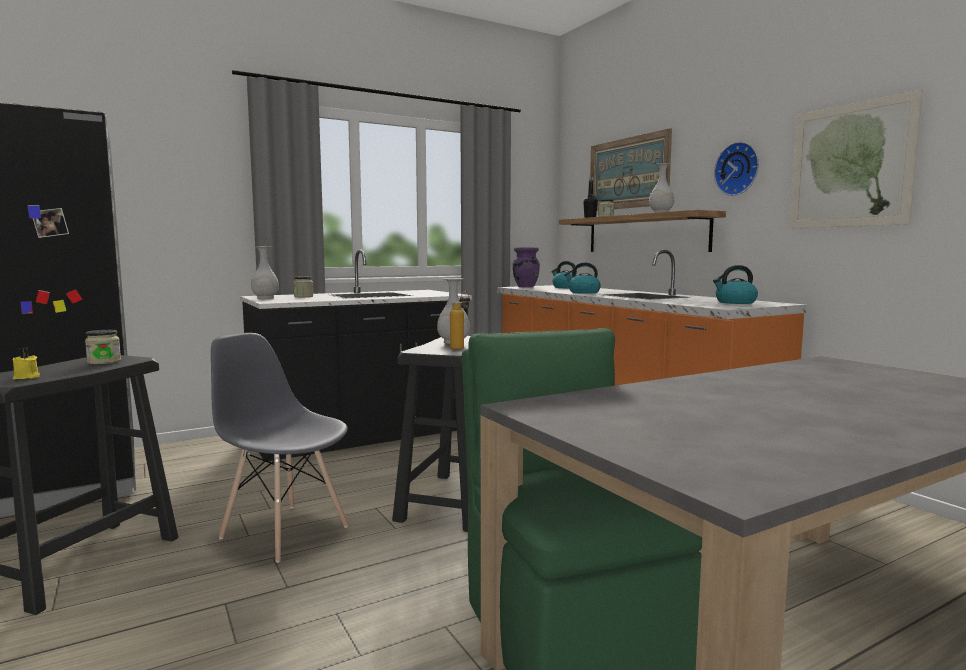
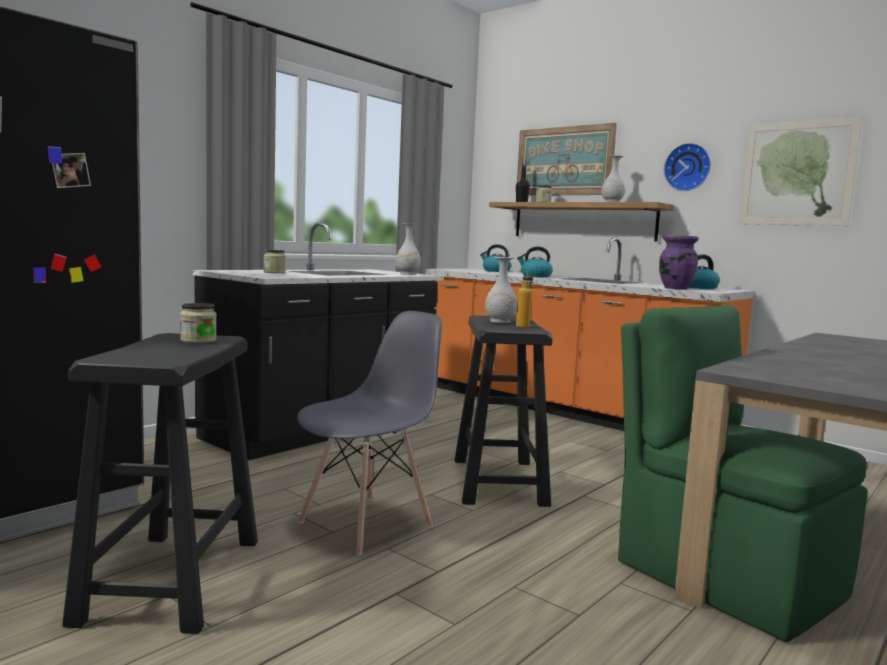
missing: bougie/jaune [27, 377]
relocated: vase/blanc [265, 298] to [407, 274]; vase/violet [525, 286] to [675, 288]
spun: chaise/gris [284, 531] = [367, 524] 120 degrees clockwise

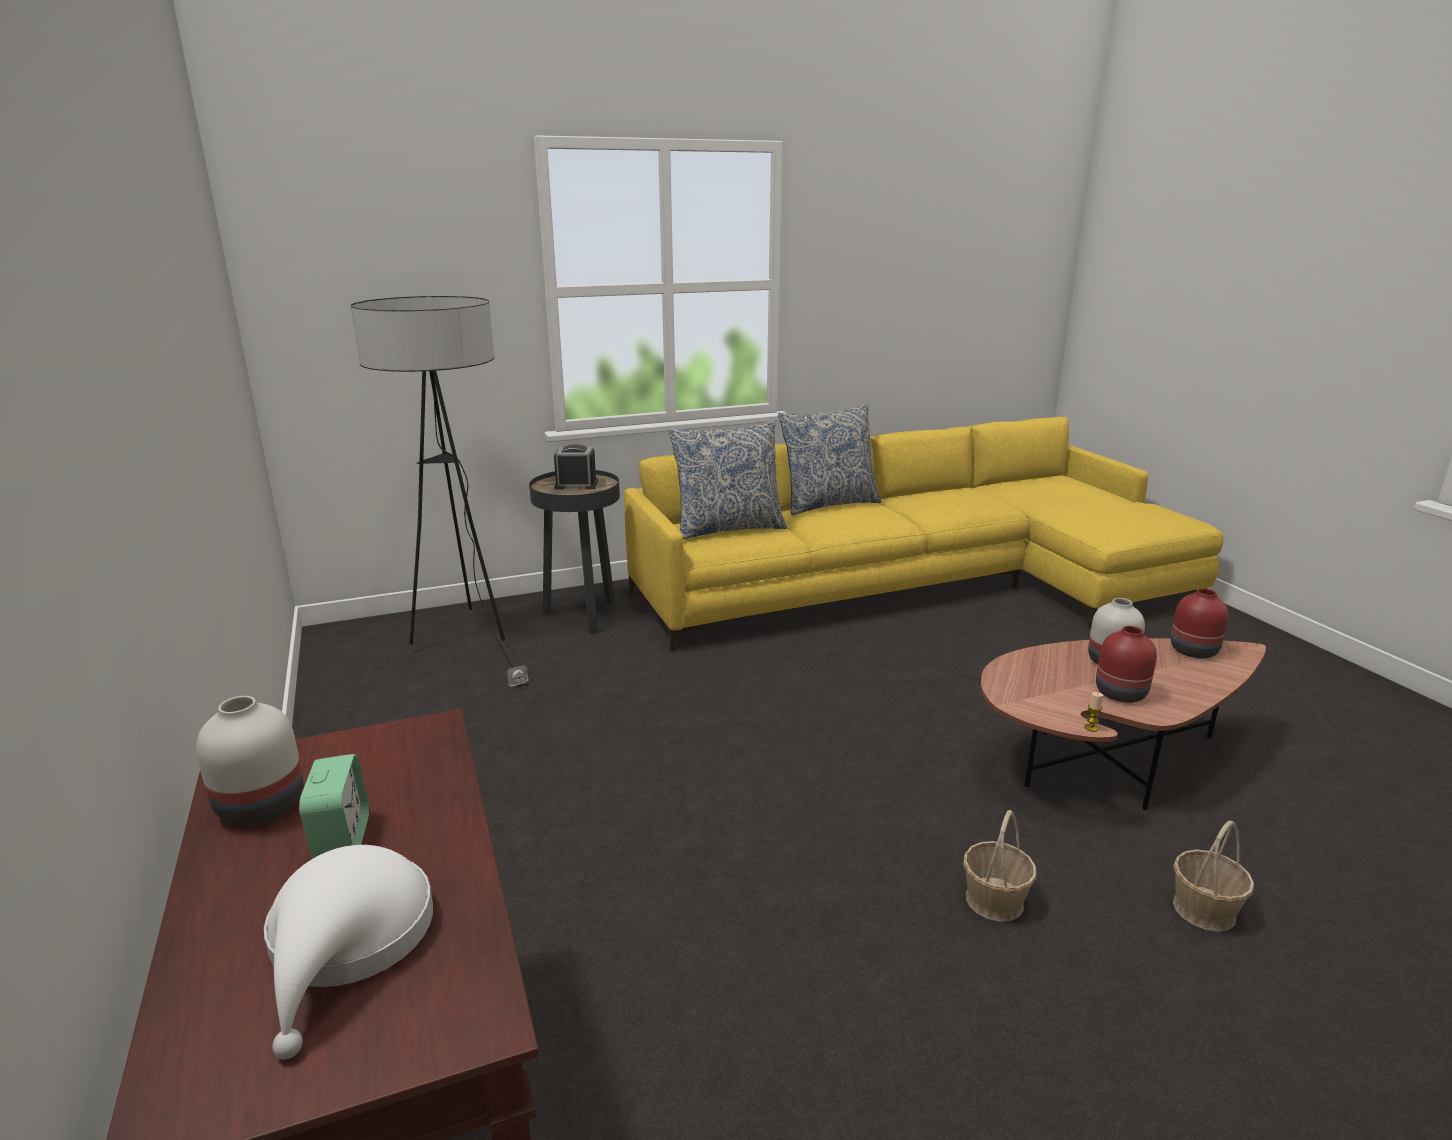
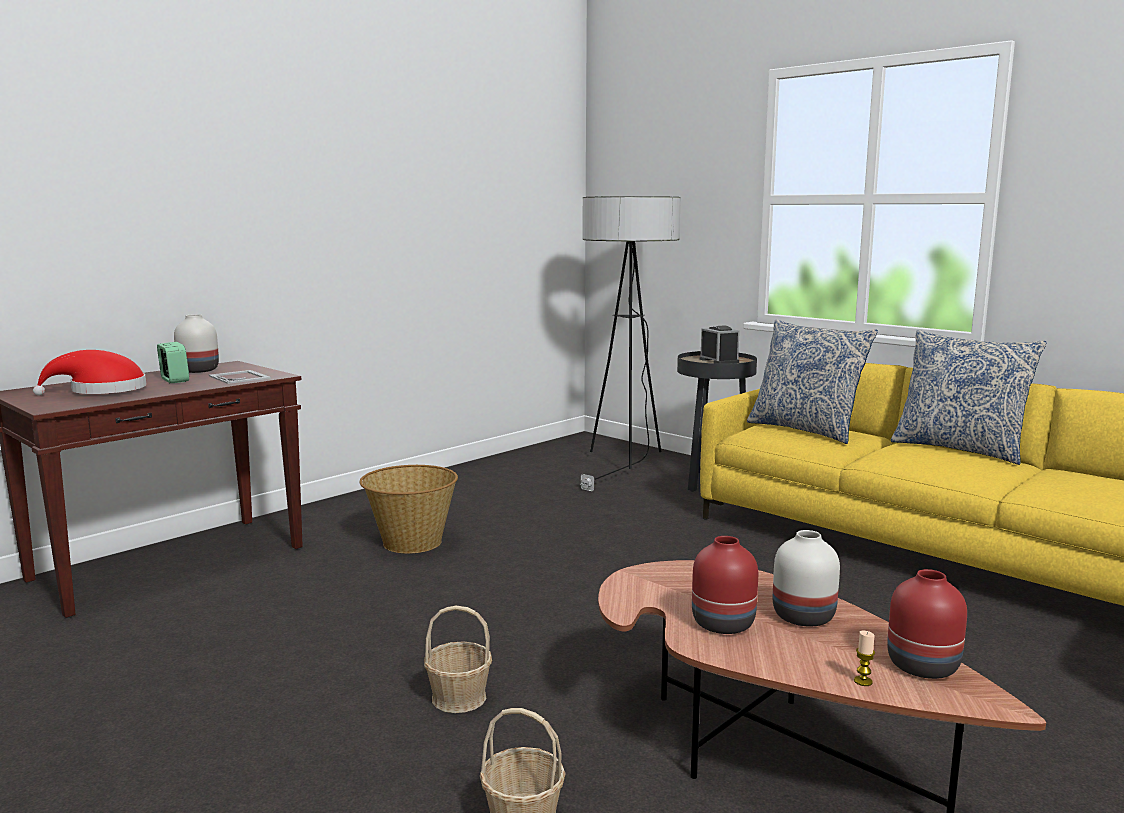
appeared: cadre photo [239, 377]; panier [411, 543]
relocated: bougie [1091, 728] to [863, 681]
colour: chapeau/blanc [348, 942] to chapeau/rouge [102, 391]
spun: réveil [342, 839] = [174, 380] 90 degrees counterclockwise

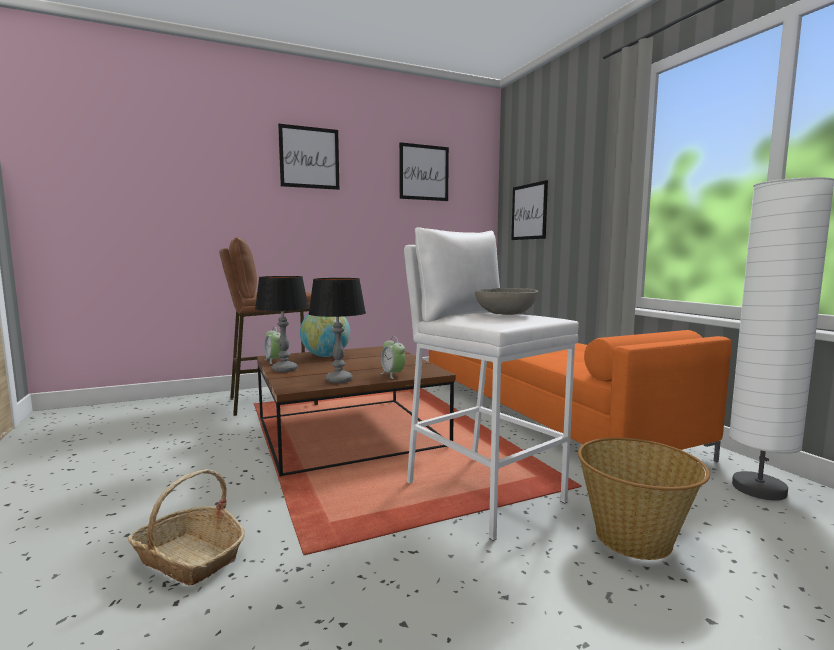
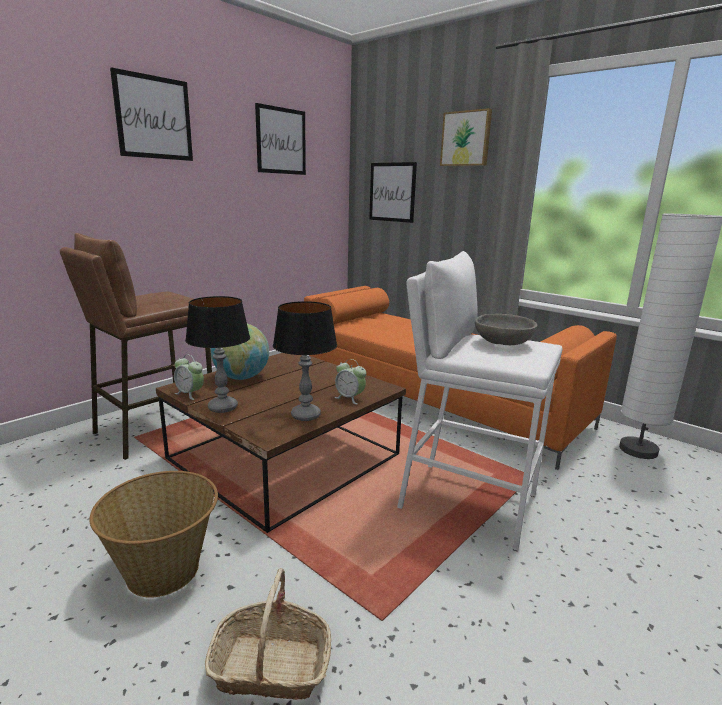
appeared: tableau [466, 139]
relocated: panier [635, 538] to [164, 570]

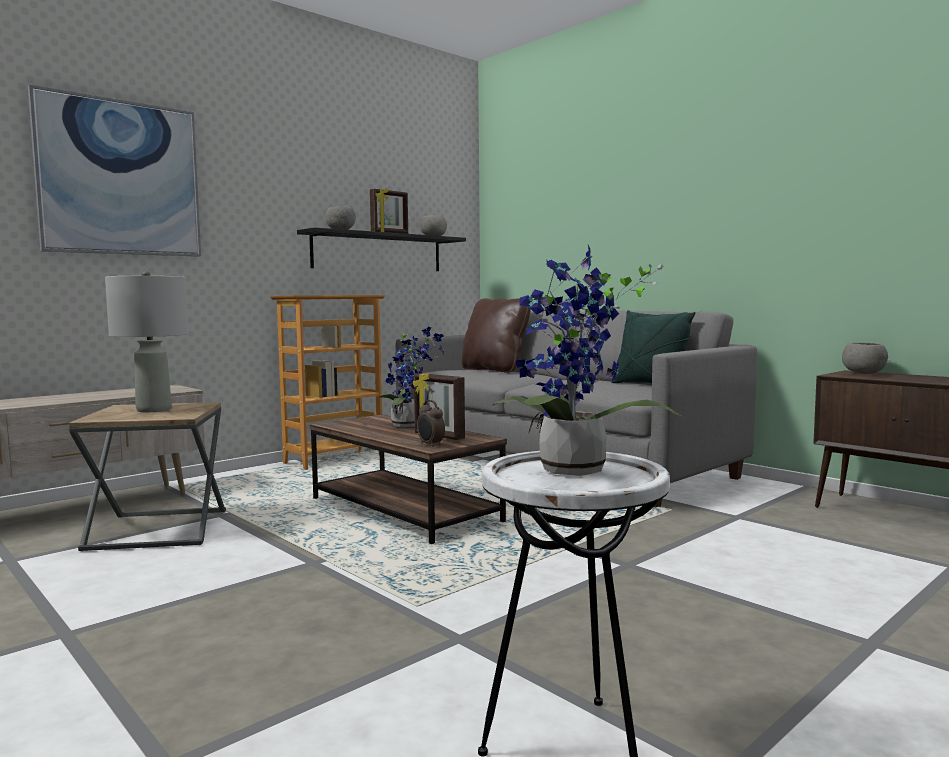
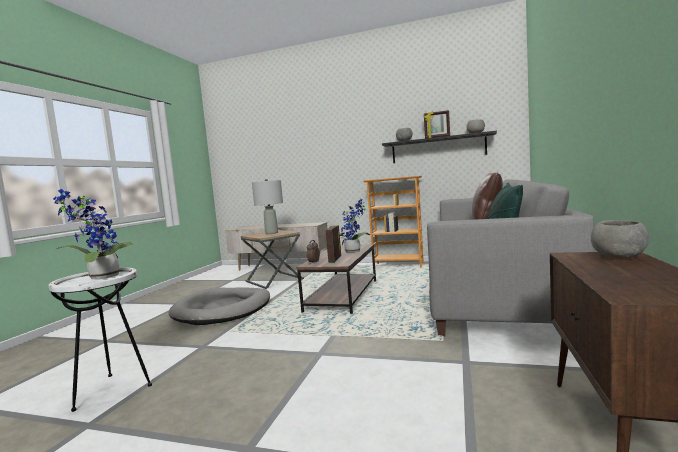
missing: tableau [120, 178]
appeared: panier pour chien/gris [223, 309]

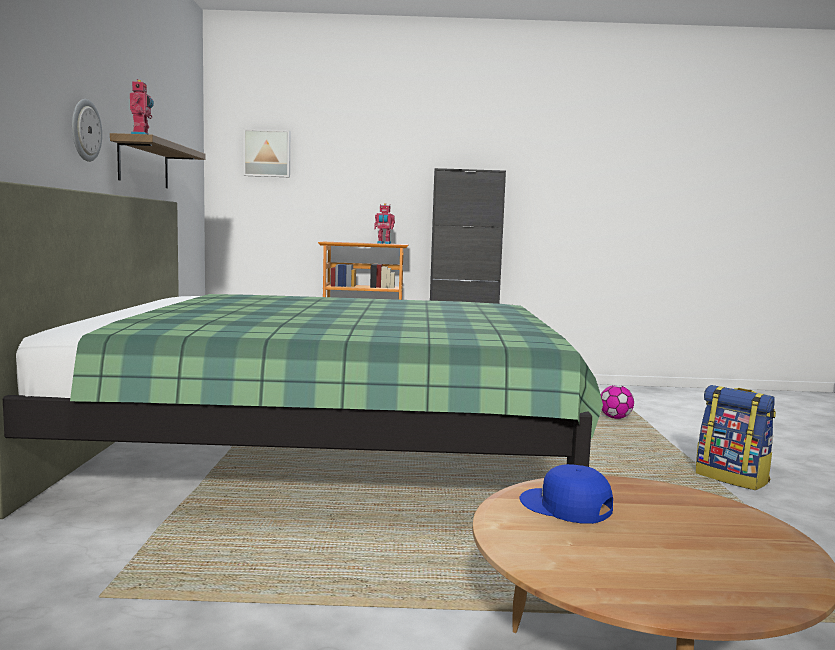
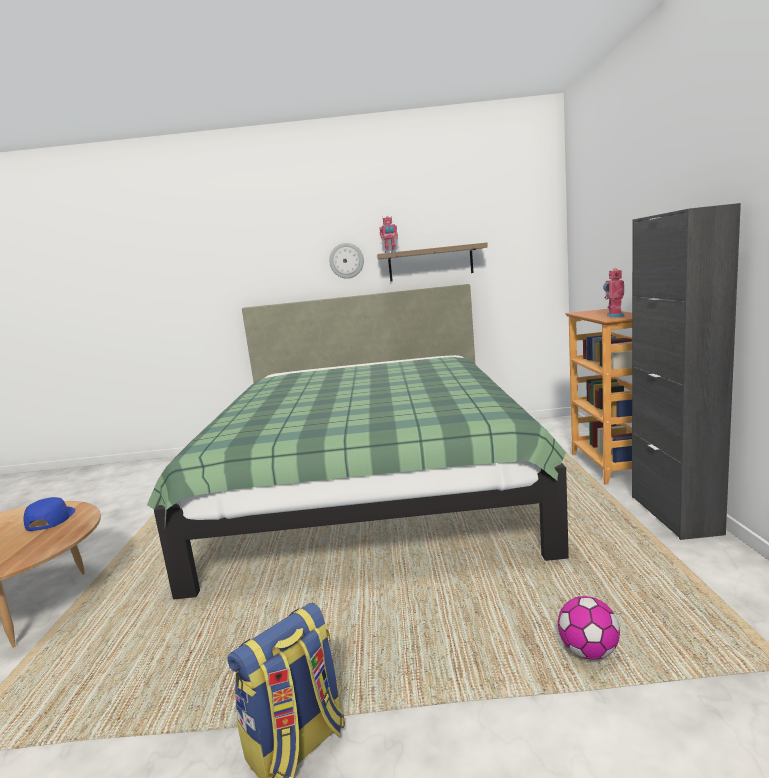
missing: tableau [267, 153]
spun: casquette/bleu [565, 506] = [50, 519] 45 degrees counterclockwise

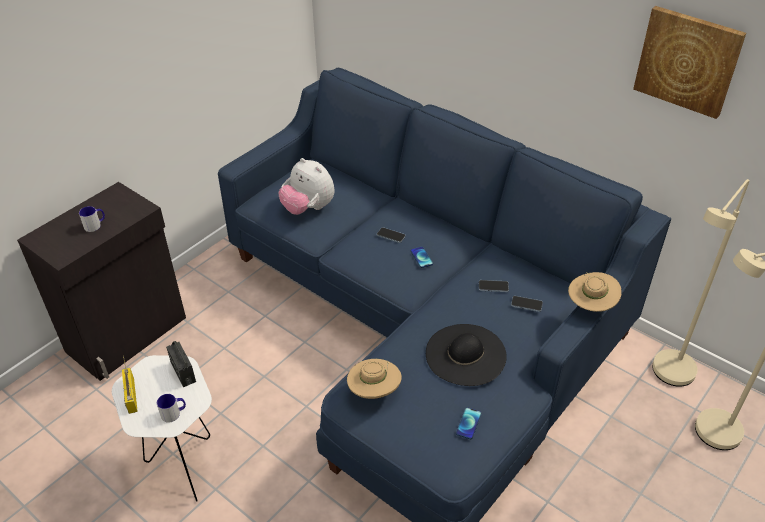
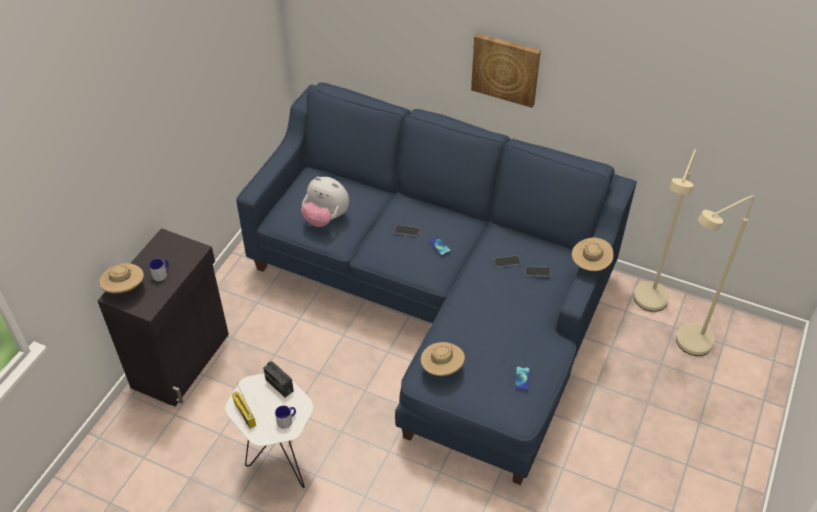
missing: chapeau/noir [465, 354]
appeared: chapeau/beige [125, 289]
relocated: tableau [688, 61] to [505, 69]

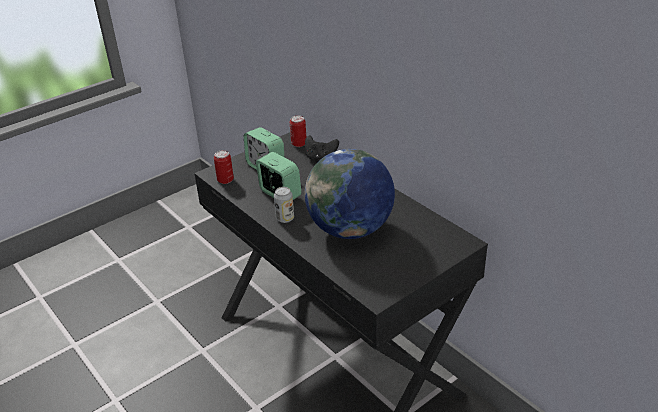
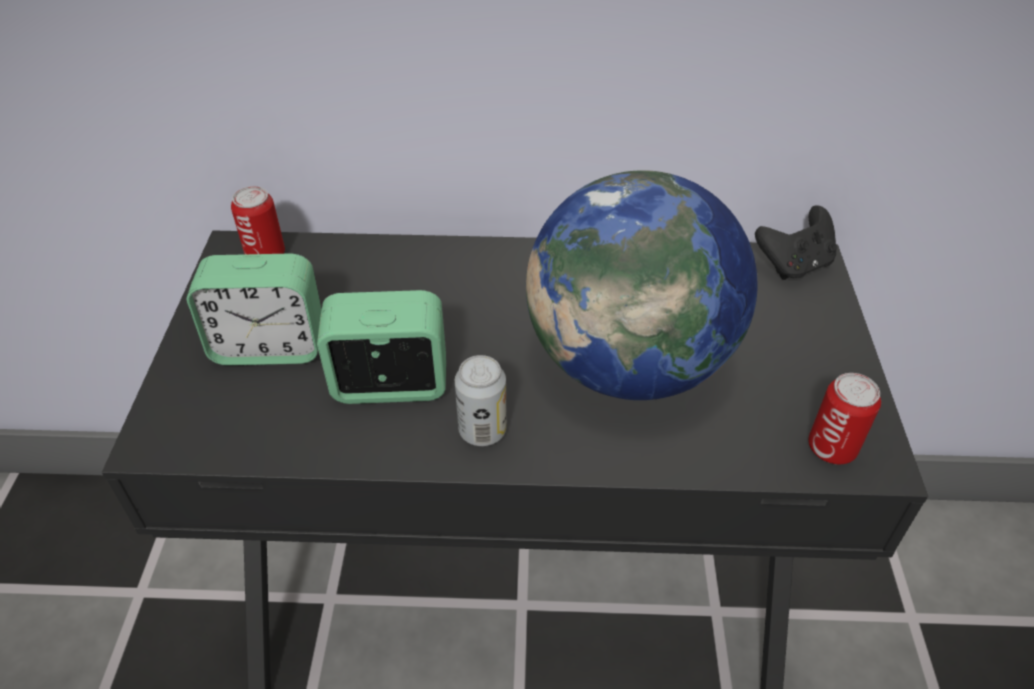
relocated: boîte métallique [225, 180] to [831, 448]; manette/noir [321, 157] to [794, 265]

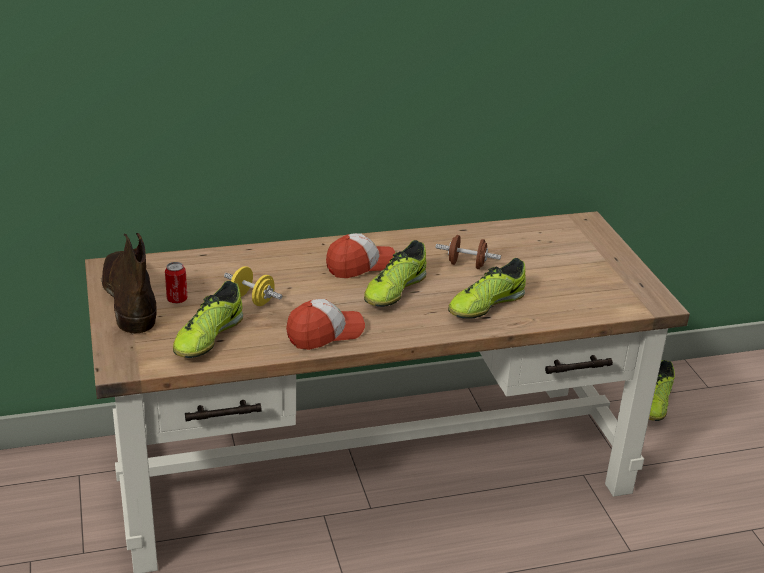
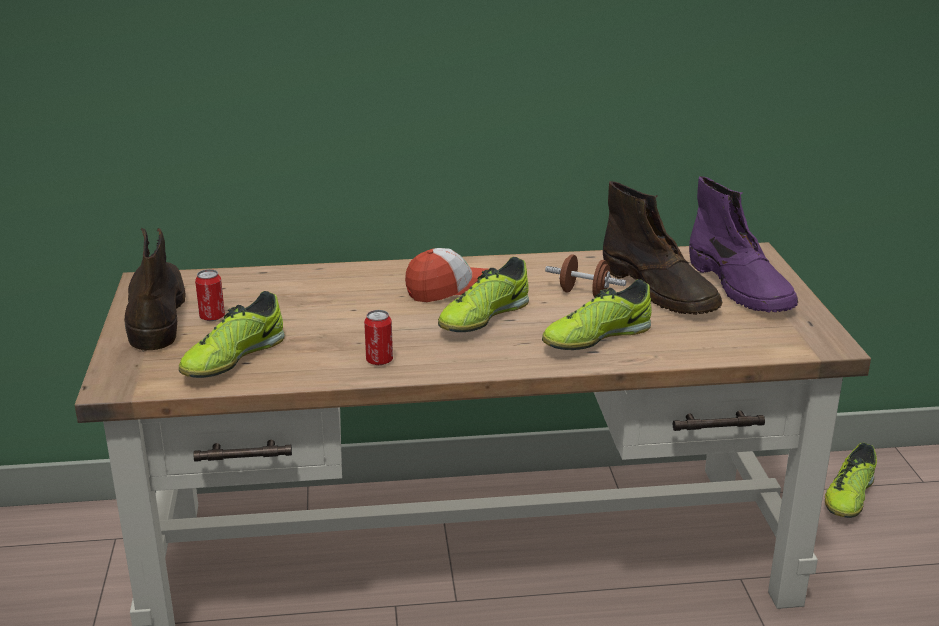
missing: haltère/jaune [252, 299]
appeared: botte/marron [659, 290]; botte/violet [740, 287]
exchanged: casquette [325, 333] to boîte métallique [379, 361]

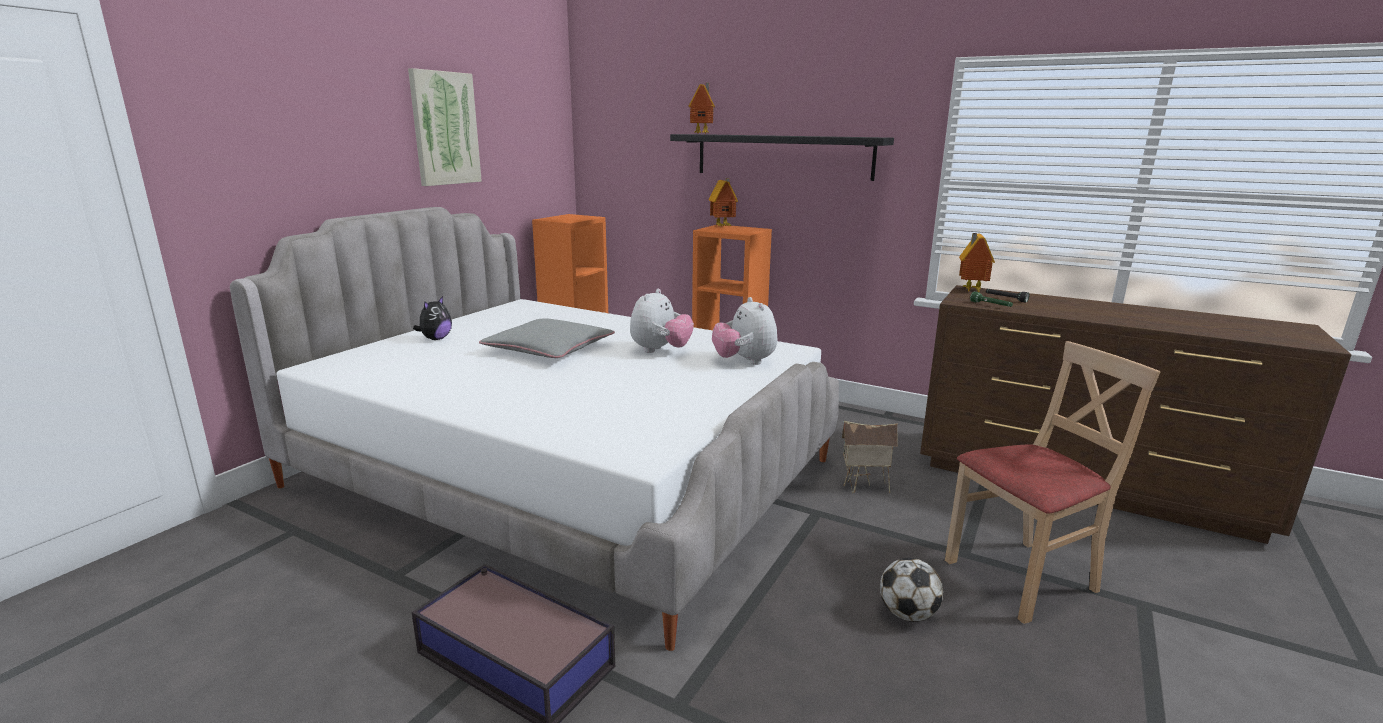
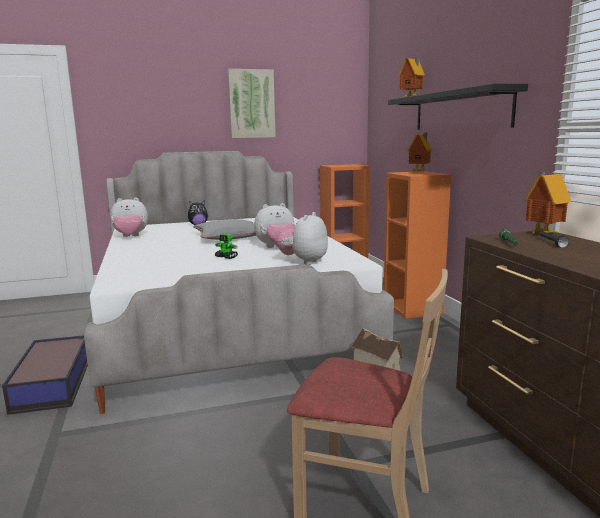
missing: ballon de foot [907, 614]
appeared: peluche [130, 237]; robot jouet [226, 257]

